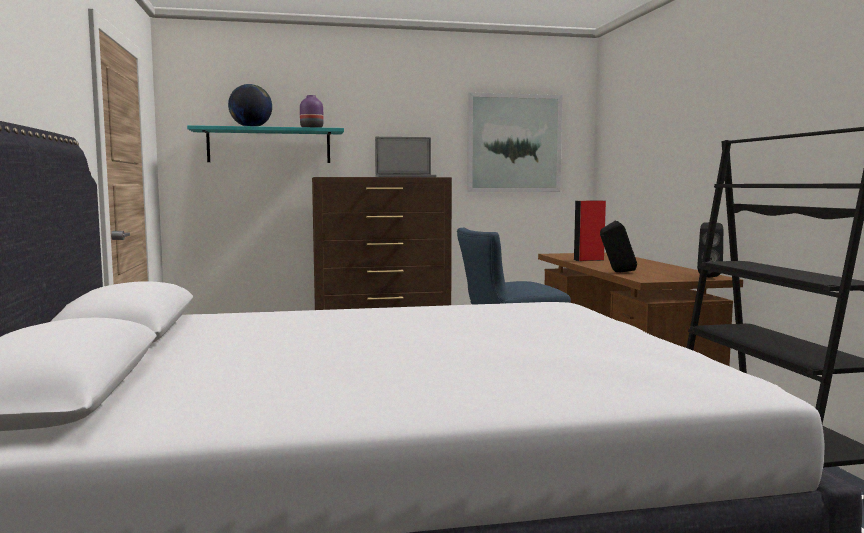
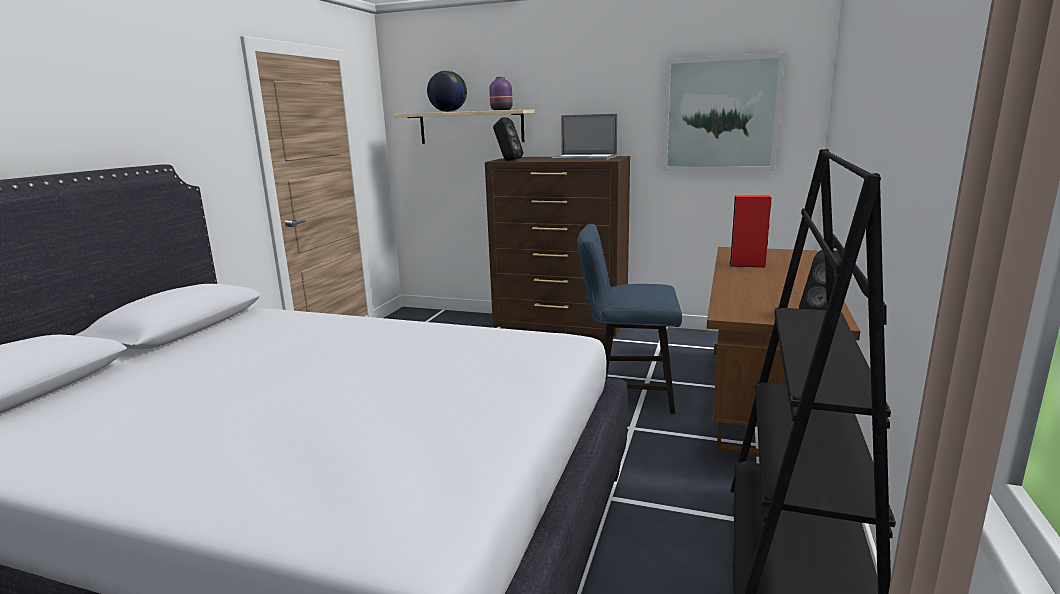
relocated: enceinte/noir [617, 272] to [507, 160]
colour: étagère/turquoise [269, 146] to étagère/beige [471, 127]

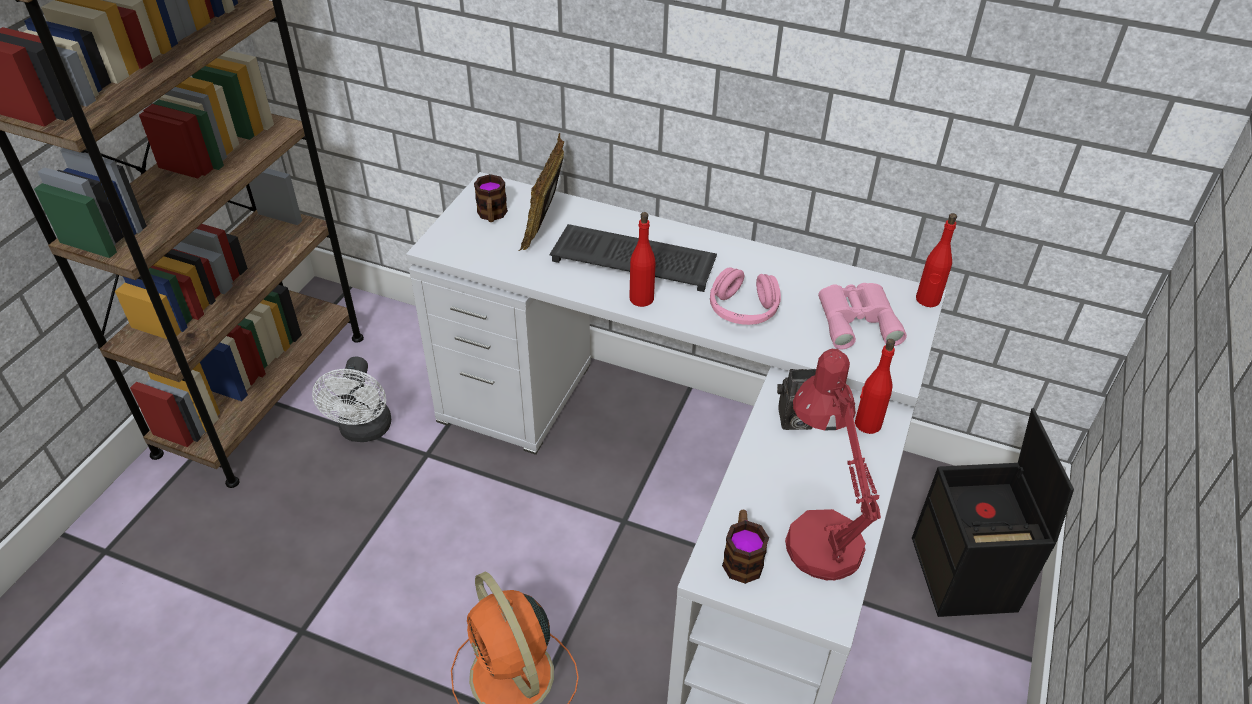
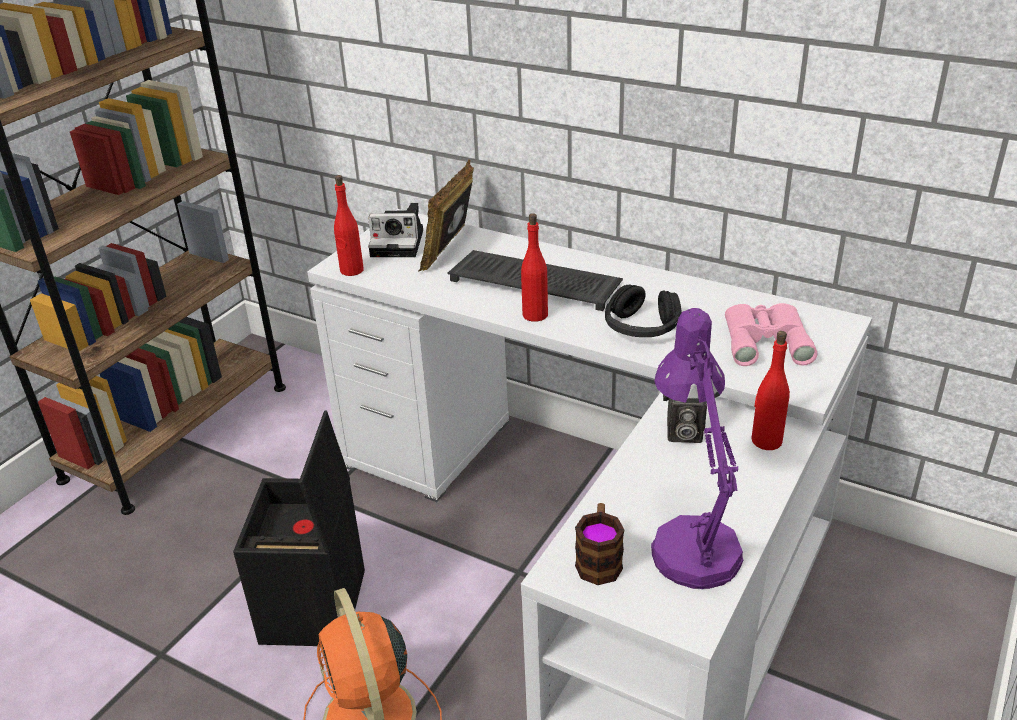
missing: ventilateur/blanc [364, 431]
relocated: boîte de rangement/noir [965, 576] to [315, 608]; bouteille/rouge [927, 300] to [351, 270]
exchanged: mug [492, 215] to appareil photo [400, 243]
colour: casque audio/rose [743, 309] to casque audio/noir [641, 327]; lampe de table/rouge [817, 532] to lampe de table/violet [690, 541]

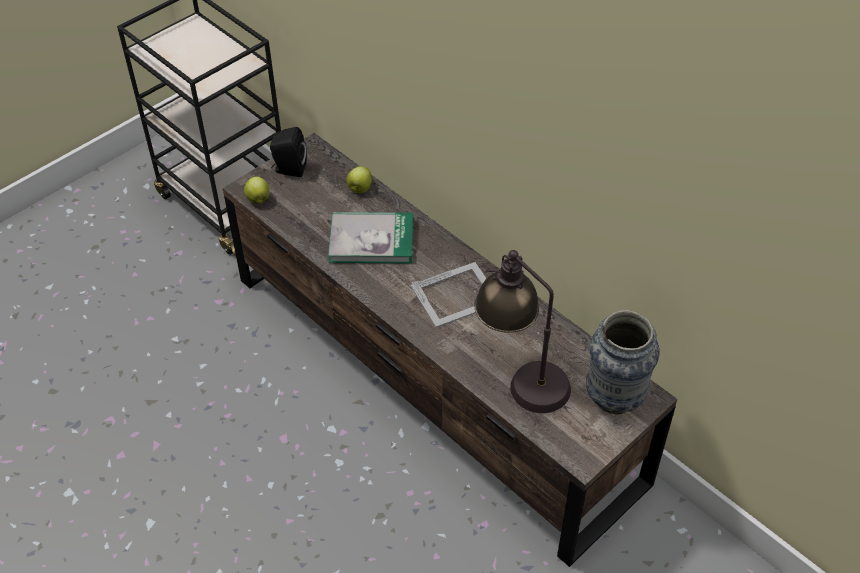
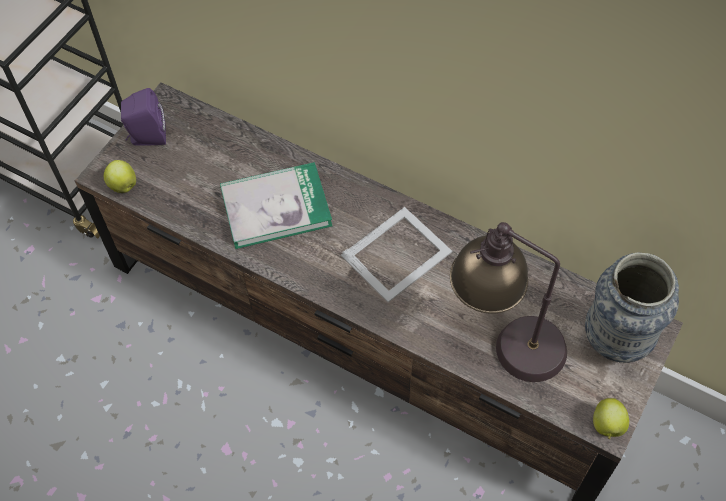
relocated: pomme [359, 189] to [607, 426]
colour: enceinte/noir [289, 169] to enceinte/violet [147, 137]

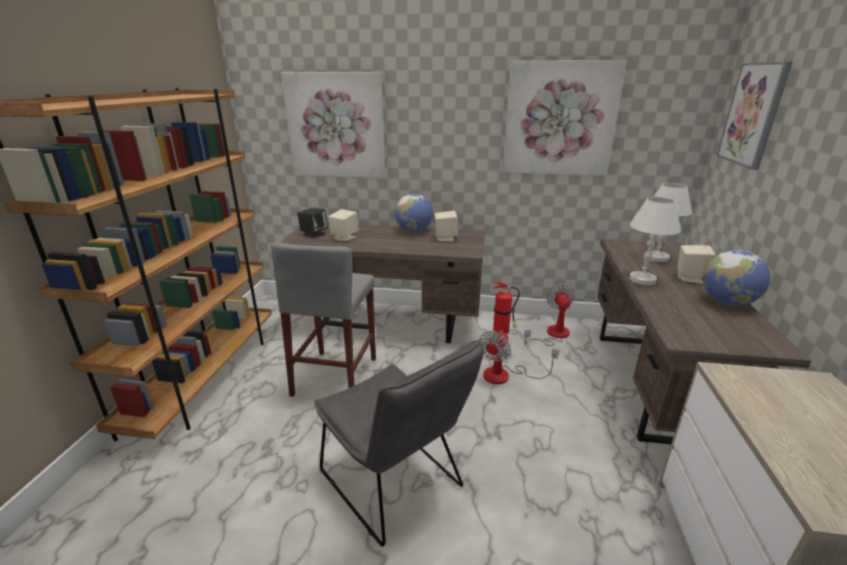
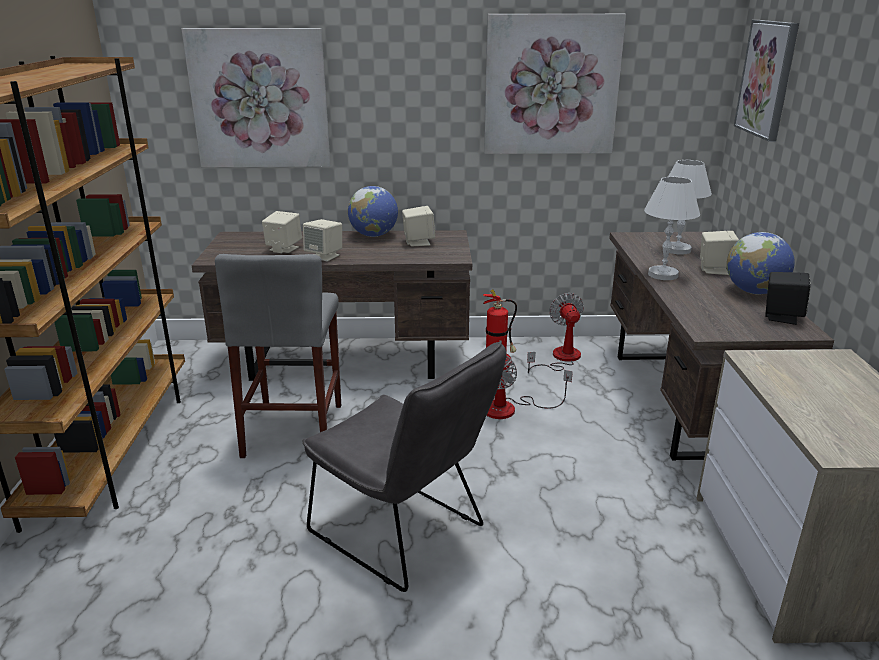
appeared: enceinte/beige [324, 256]
relocated: enceinte/noir [314, 234] to [781, 316]

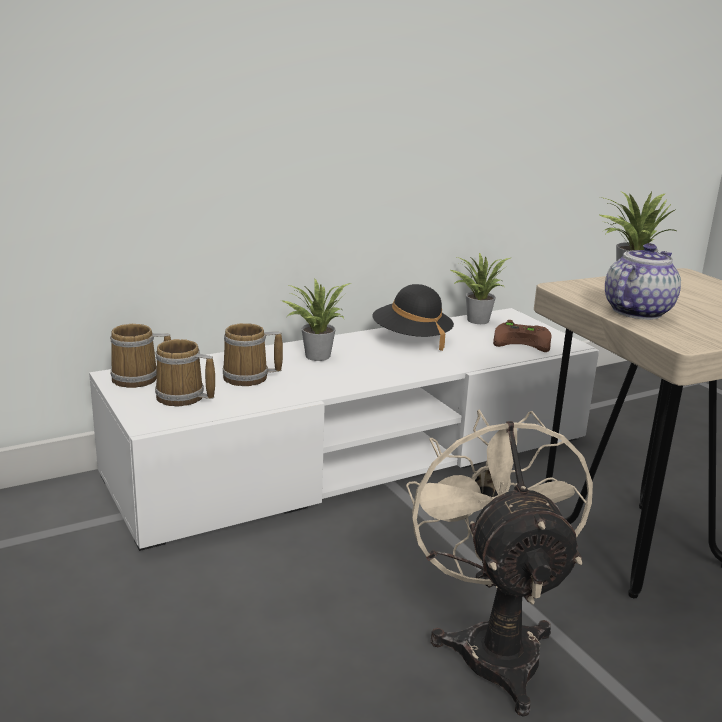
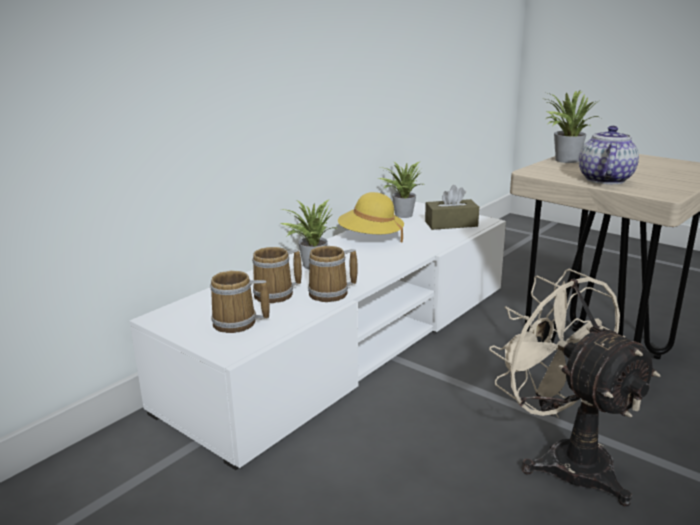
relocated: mug [138, 379] to [331, 293]
exchanged: manette/marron [524, 341] to boîte à mouchoirs/marron [451, 224]
colour: chapeau/noir [411, 339] to chapeau/jaune [370, 238]

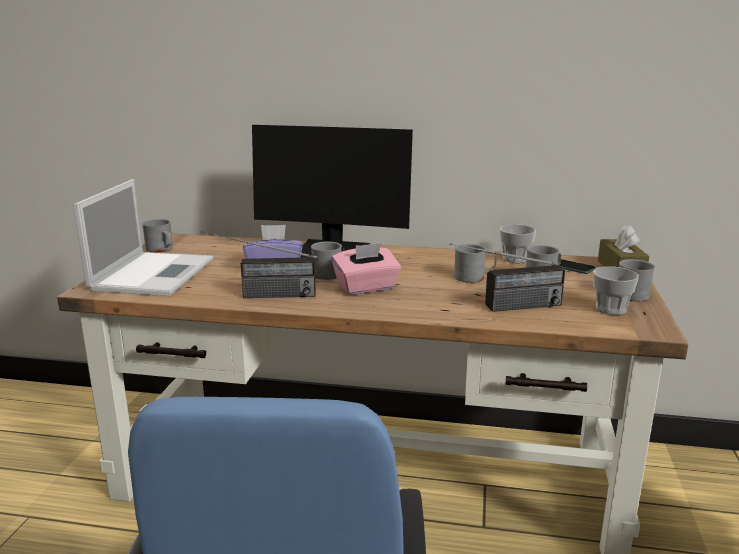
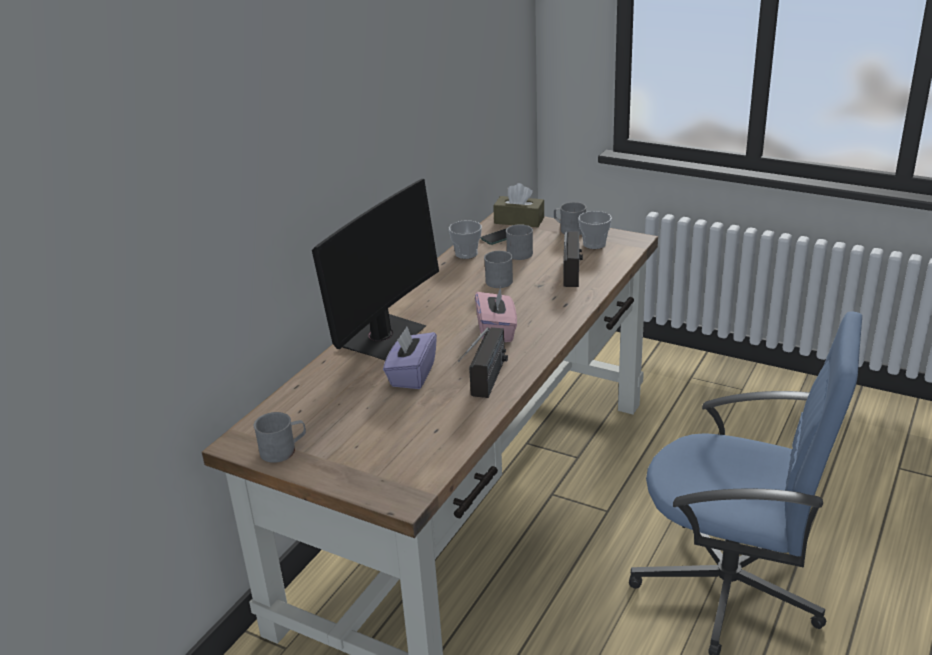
missing: ordinateur portable [154, 273]; mug/gris [323, 276]

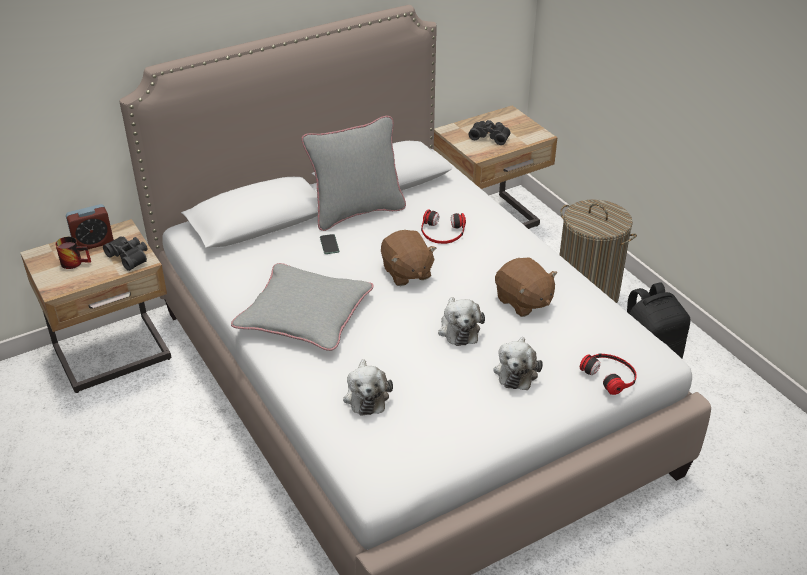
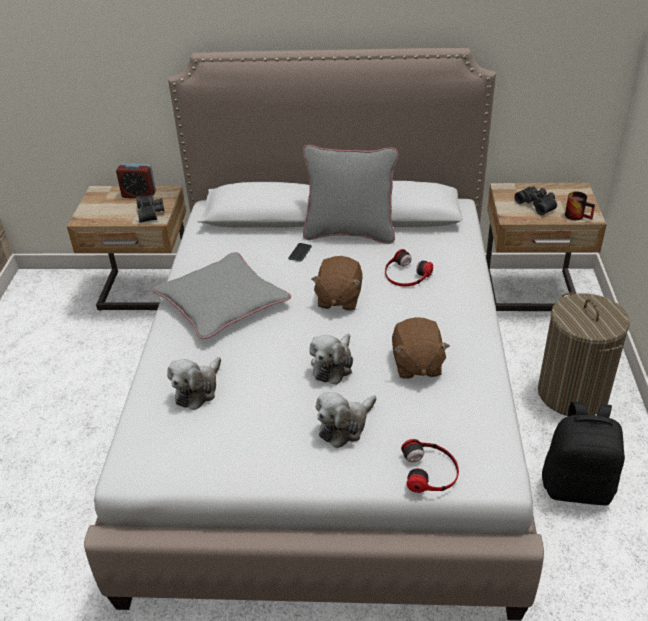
relocated: mug [75, 261] to [578, 215]

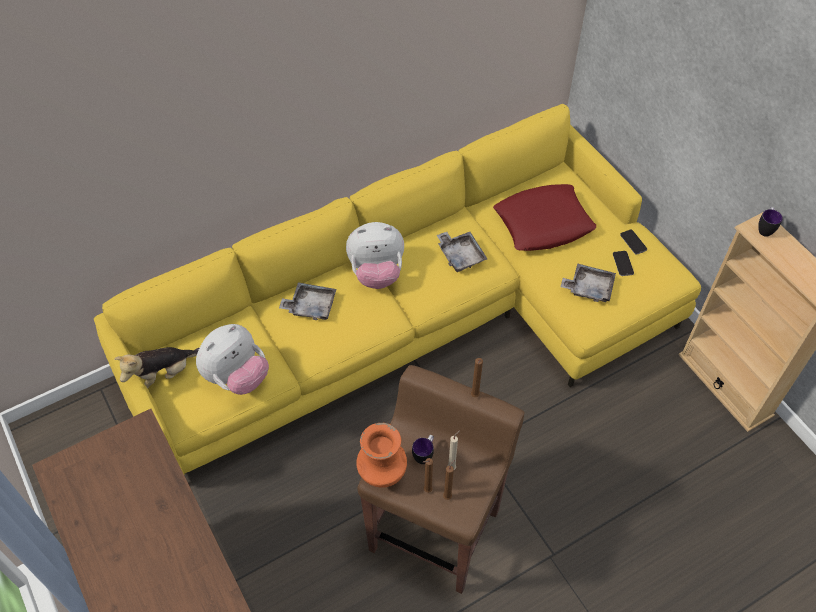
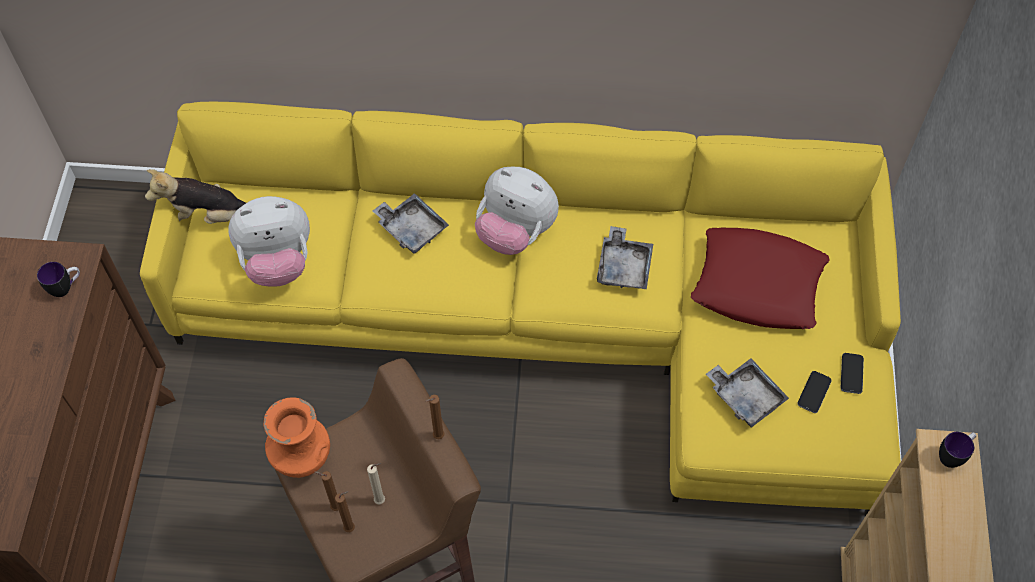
relocated: mug [424, 455] to [66, 288]

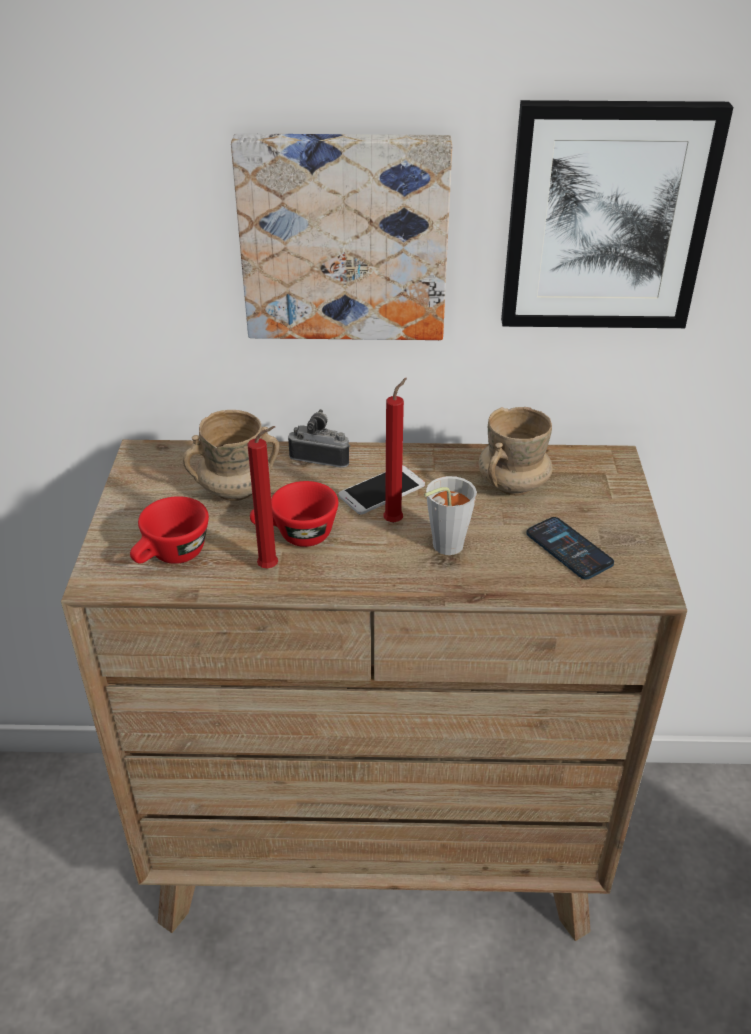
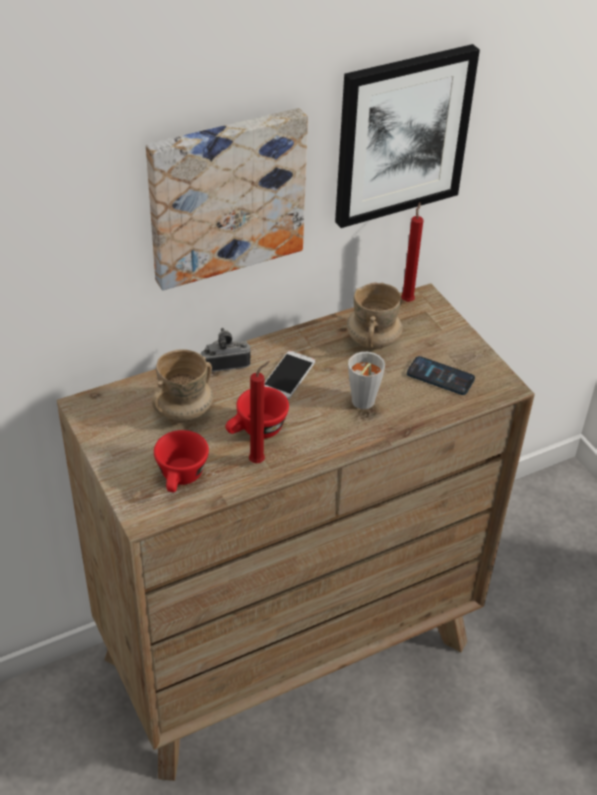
relocated: bougie/rouge [395, 521] to [407, 300]

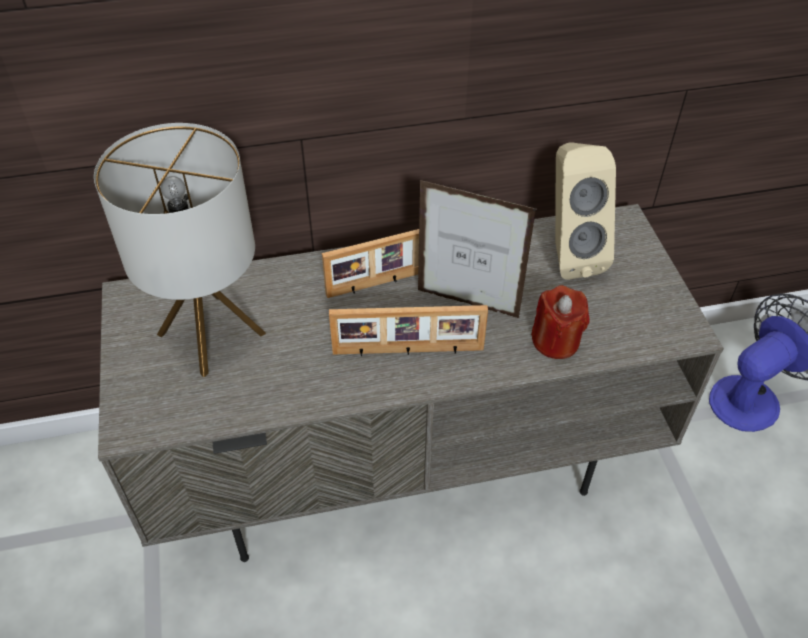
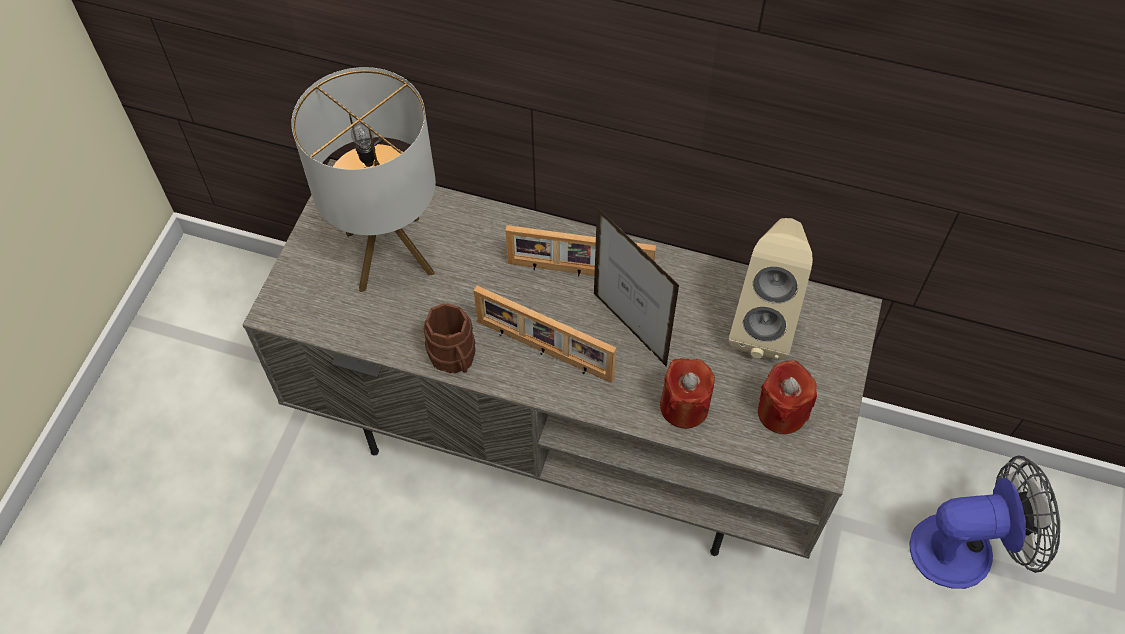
appeared: mug/marron [454, 359]; bougie/rouge [781, 412]

